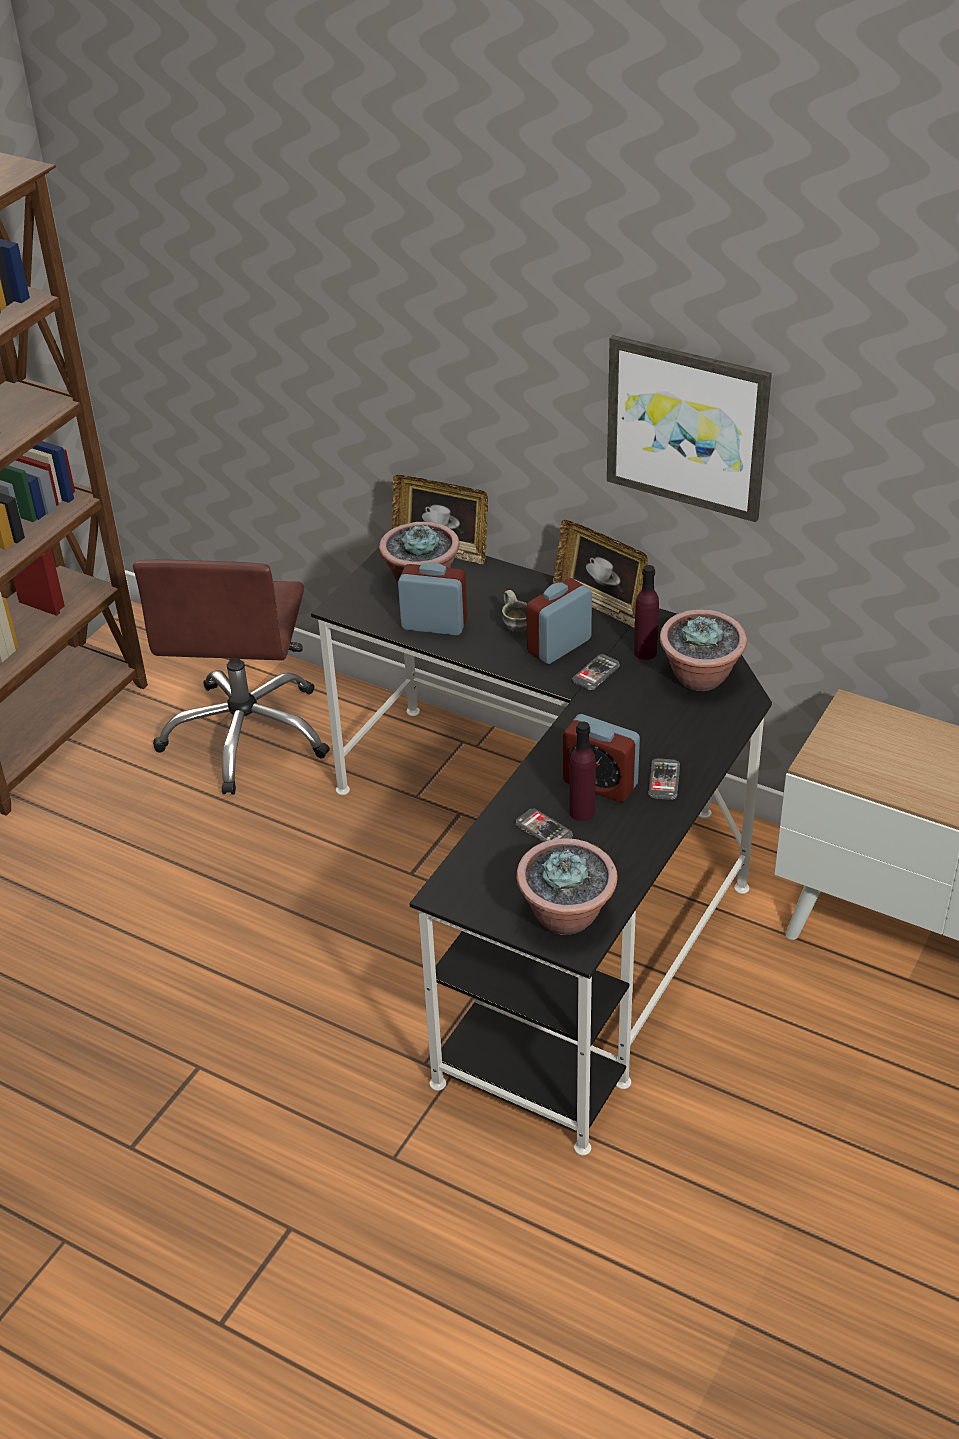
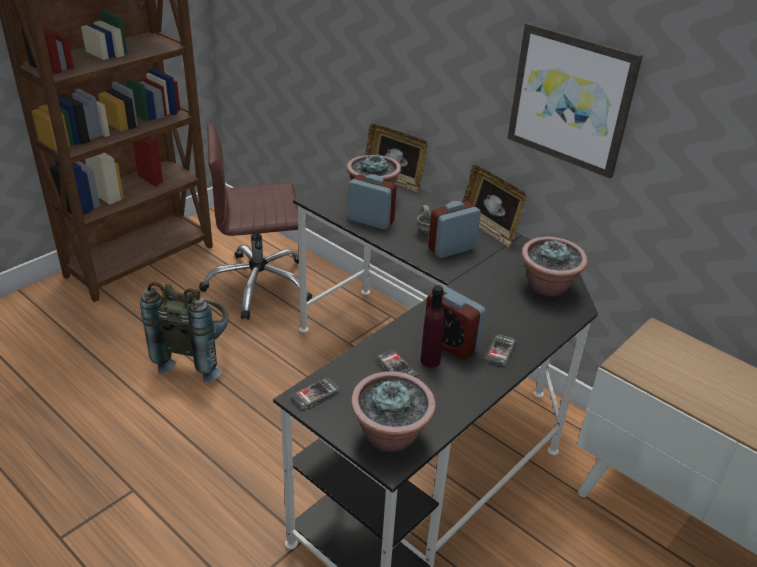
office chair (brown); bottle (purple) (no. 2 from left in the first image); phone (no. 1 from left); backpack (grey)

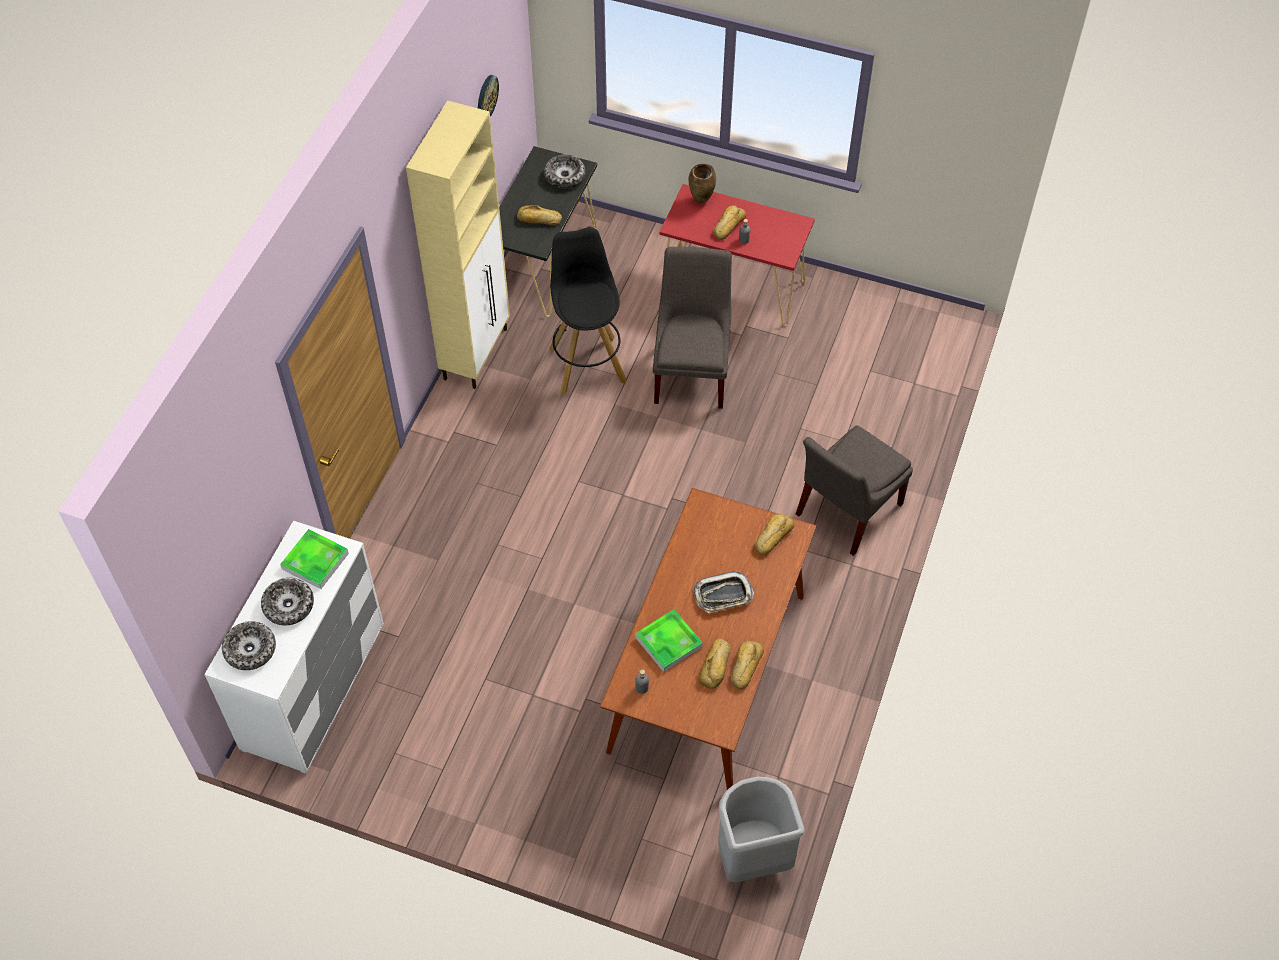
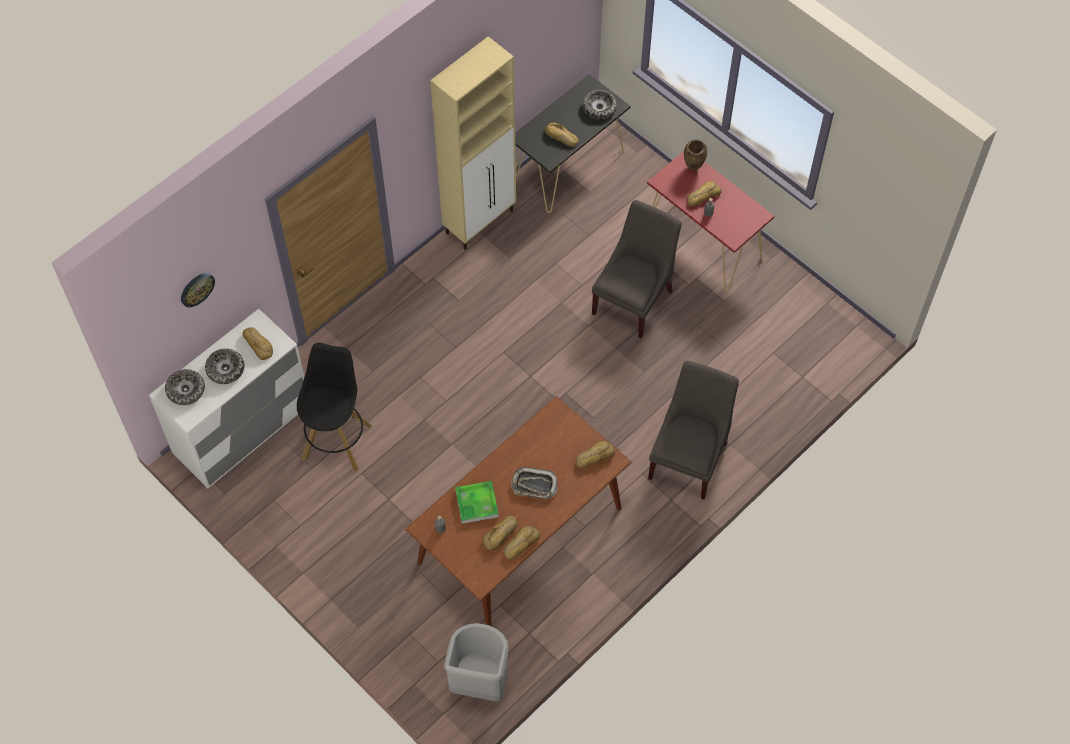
wall clock; stool (black); chair (grey) (no. 2 from left); bread (no. 1 from left)

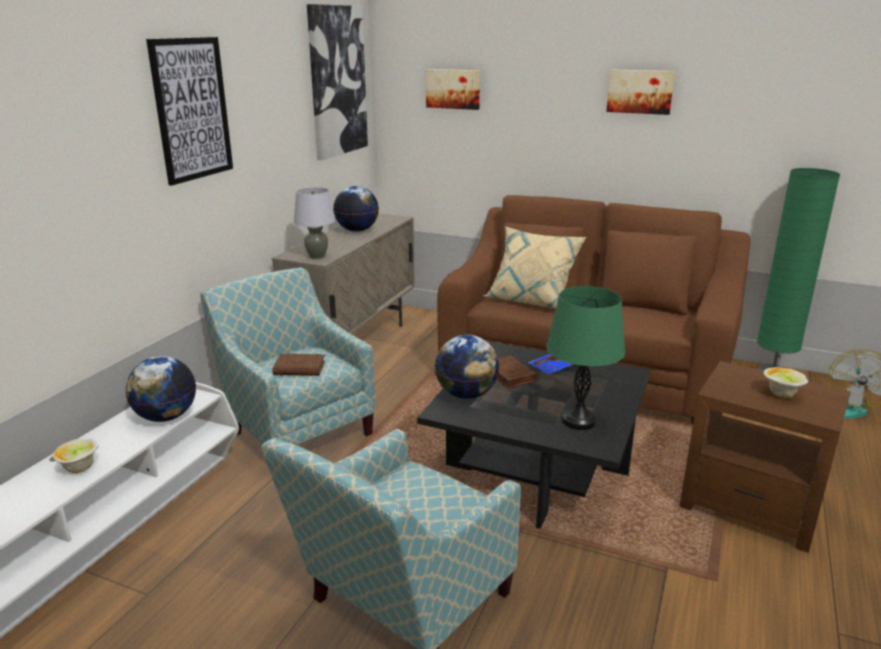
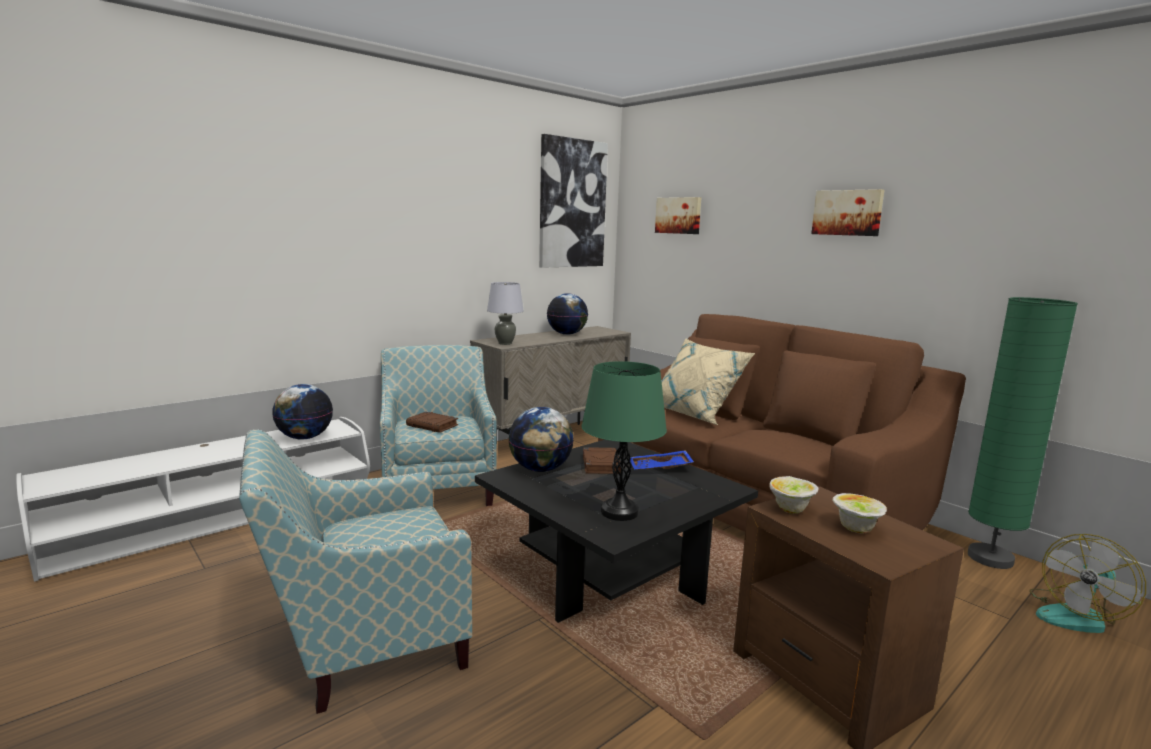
picture (no. 1 from left in the first image); bowl (no. 1 from left)

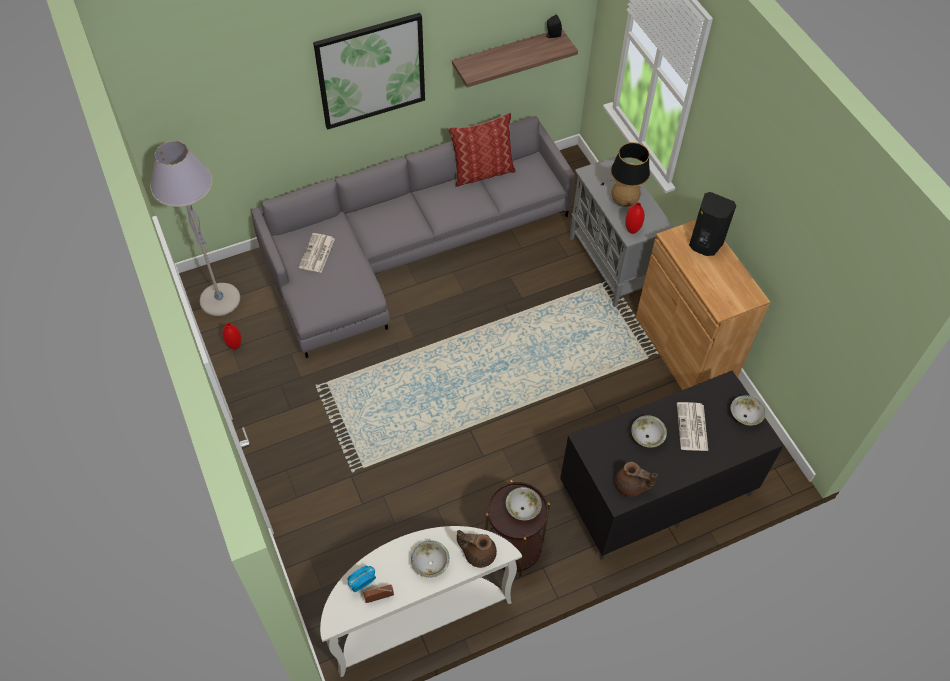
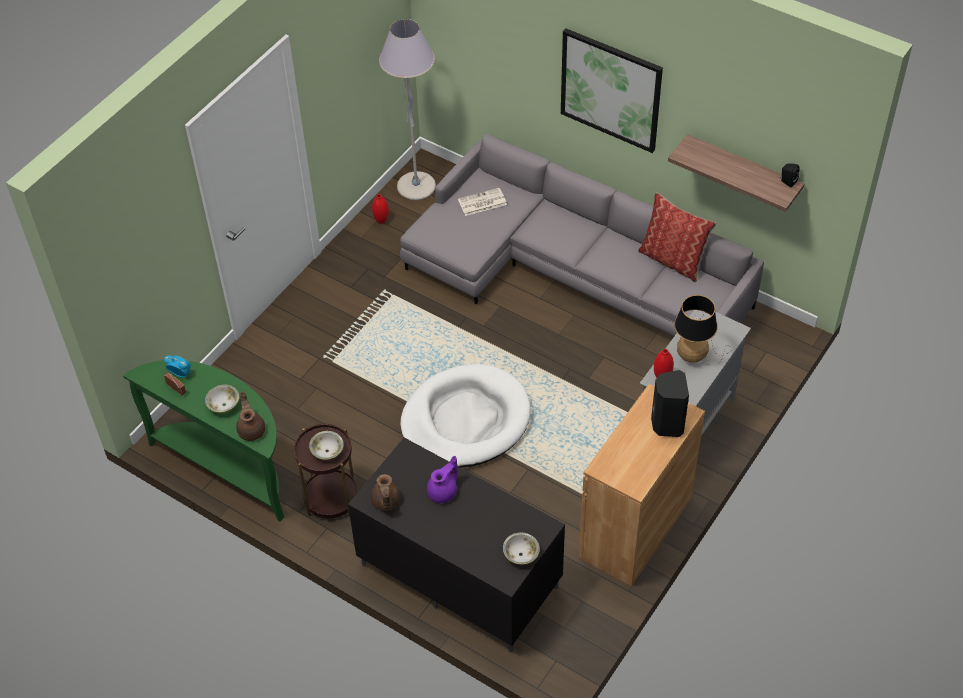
newspaper (no. 2 from left in the first image); teapot (purple); console table (green); dog bed (white)

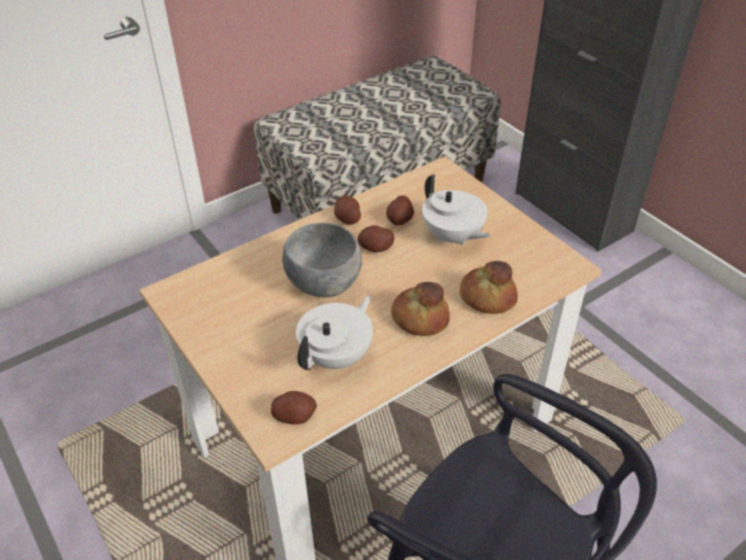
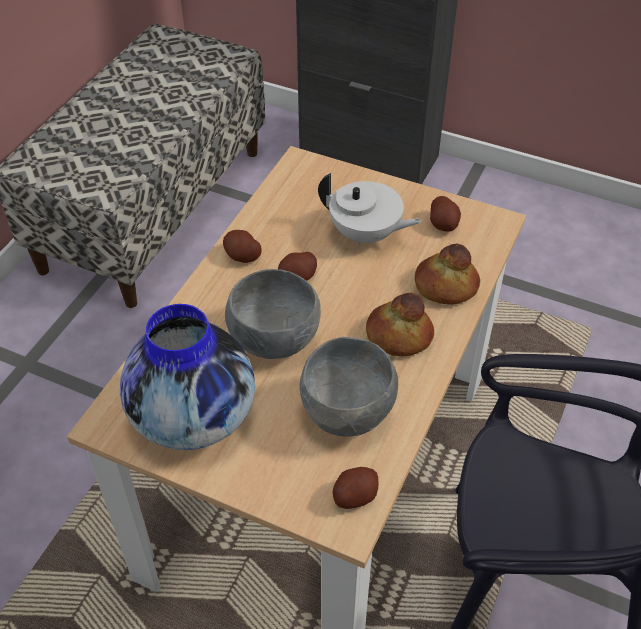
potato (no. 4 from left); bowl (grey) (no. 2 from left); vase

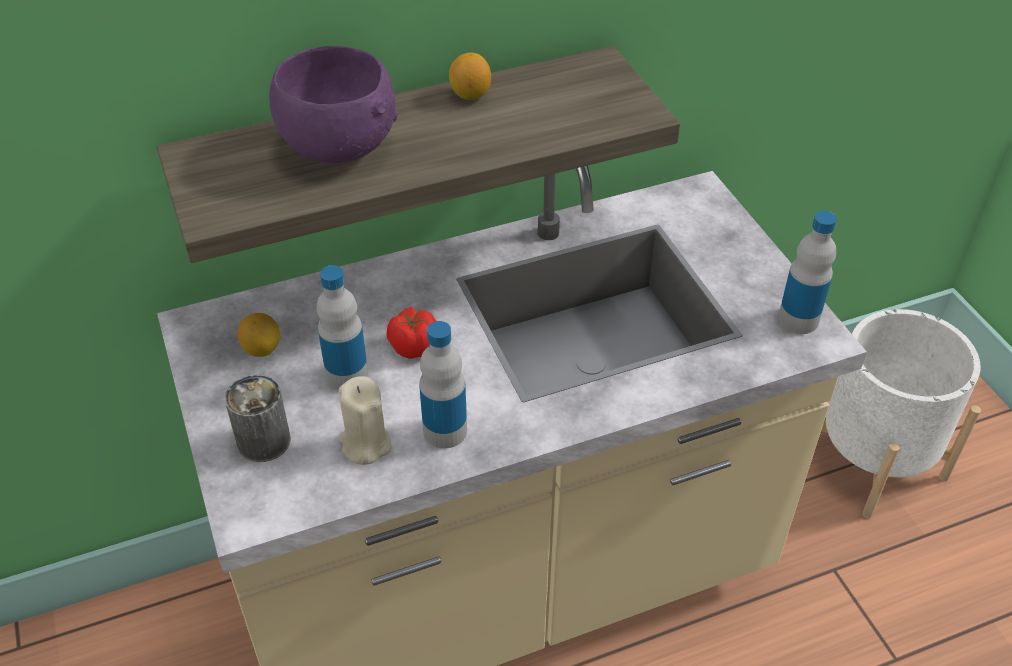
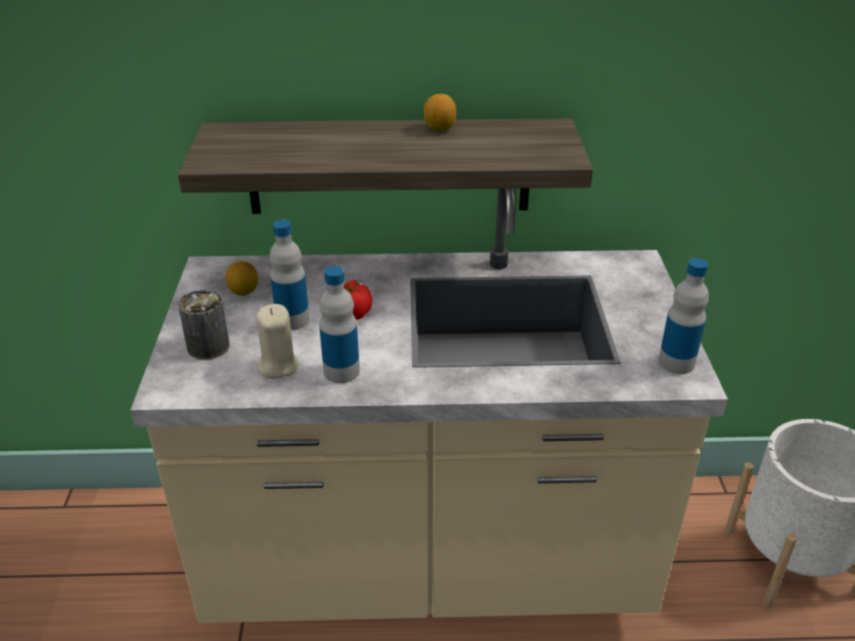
bowl (purple)

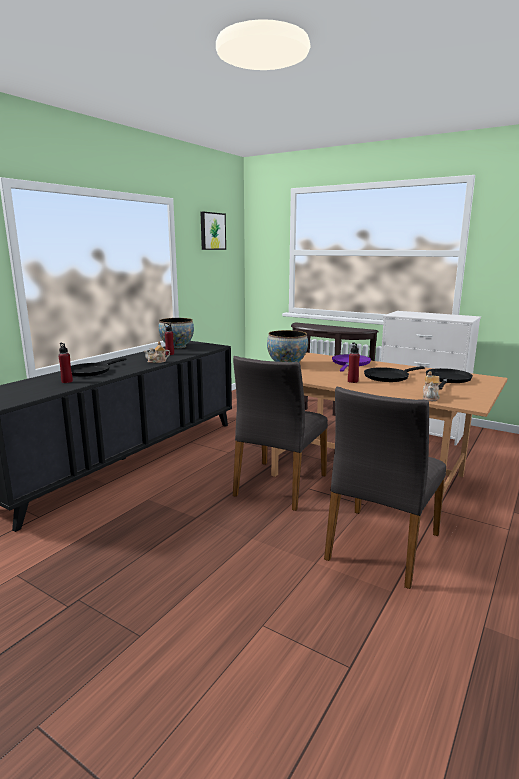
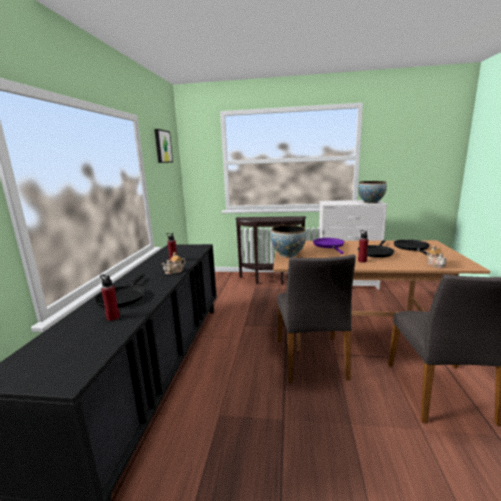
bowl (no. 2 from left)

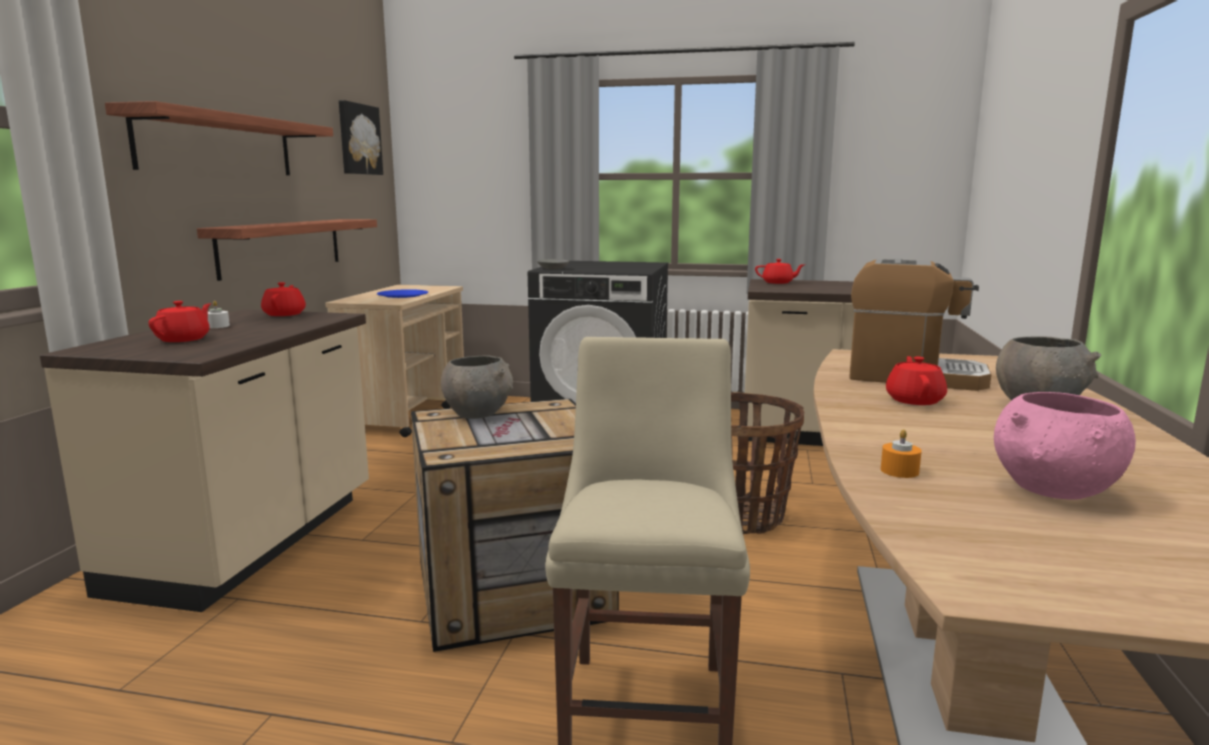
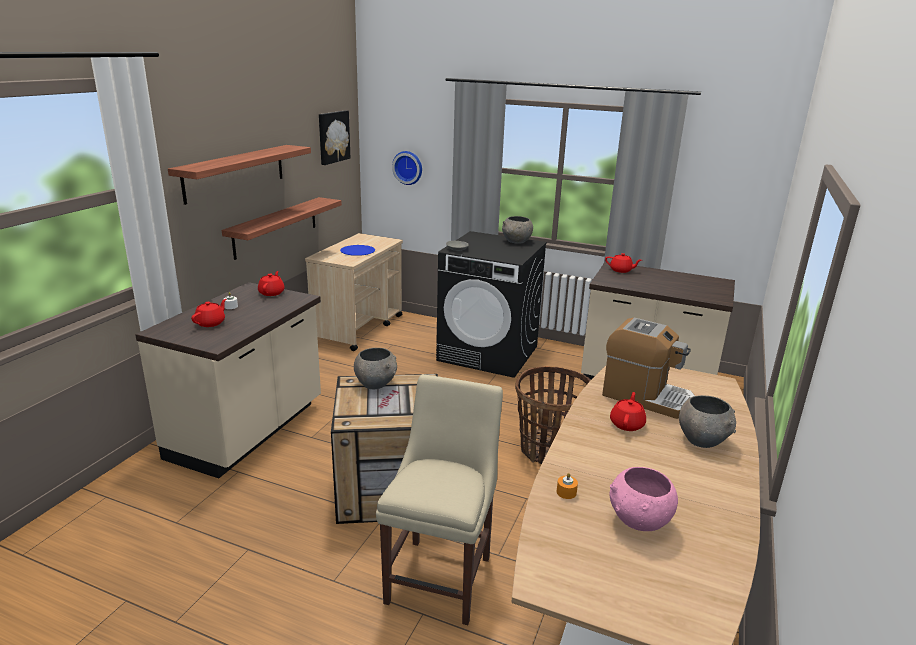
wall clock; bowl (grey) (no. 3 from left)

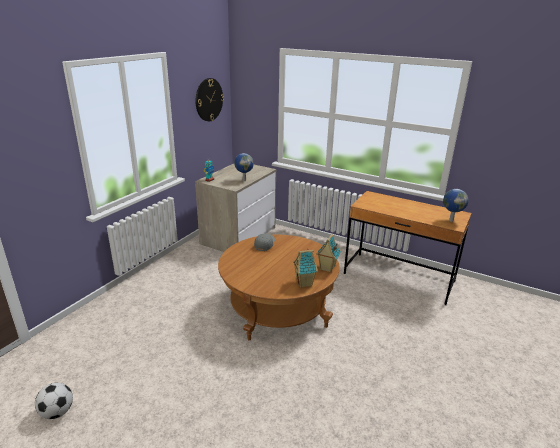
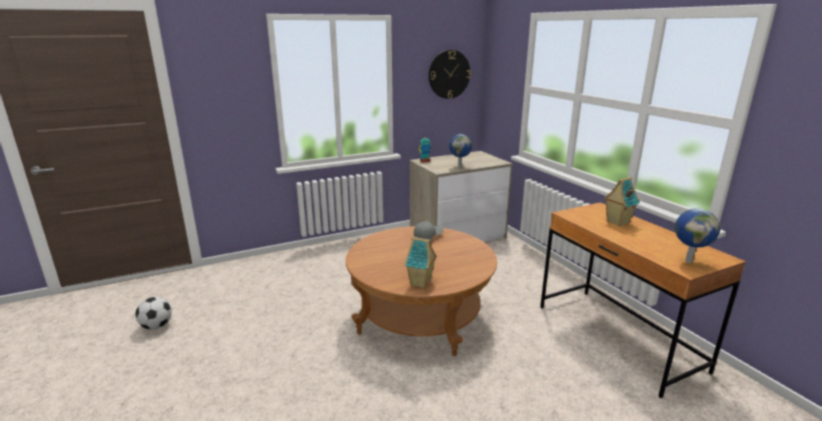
toy house (no. 2 from left)

